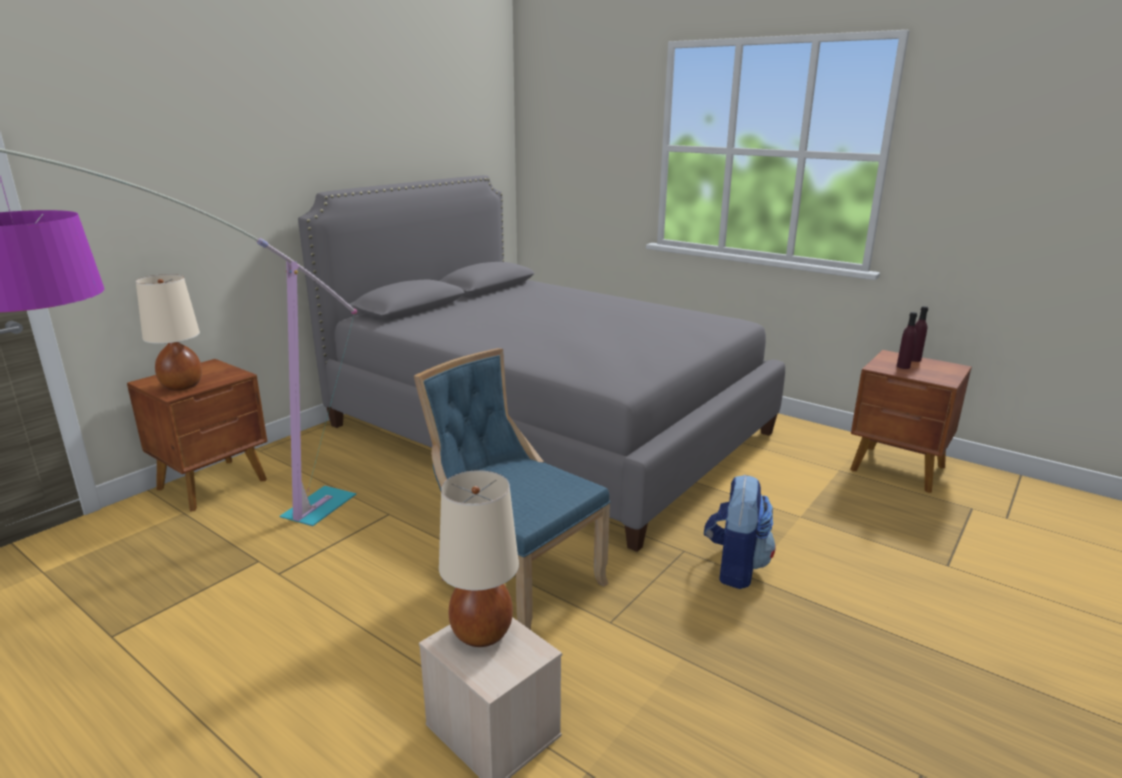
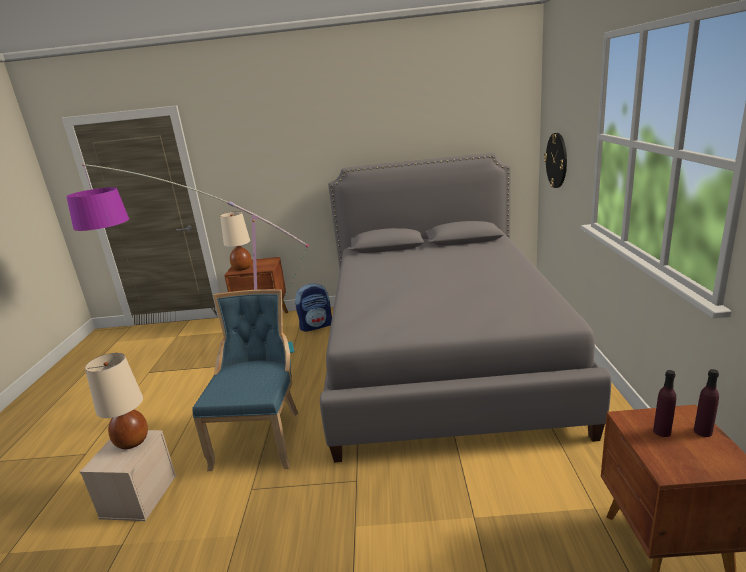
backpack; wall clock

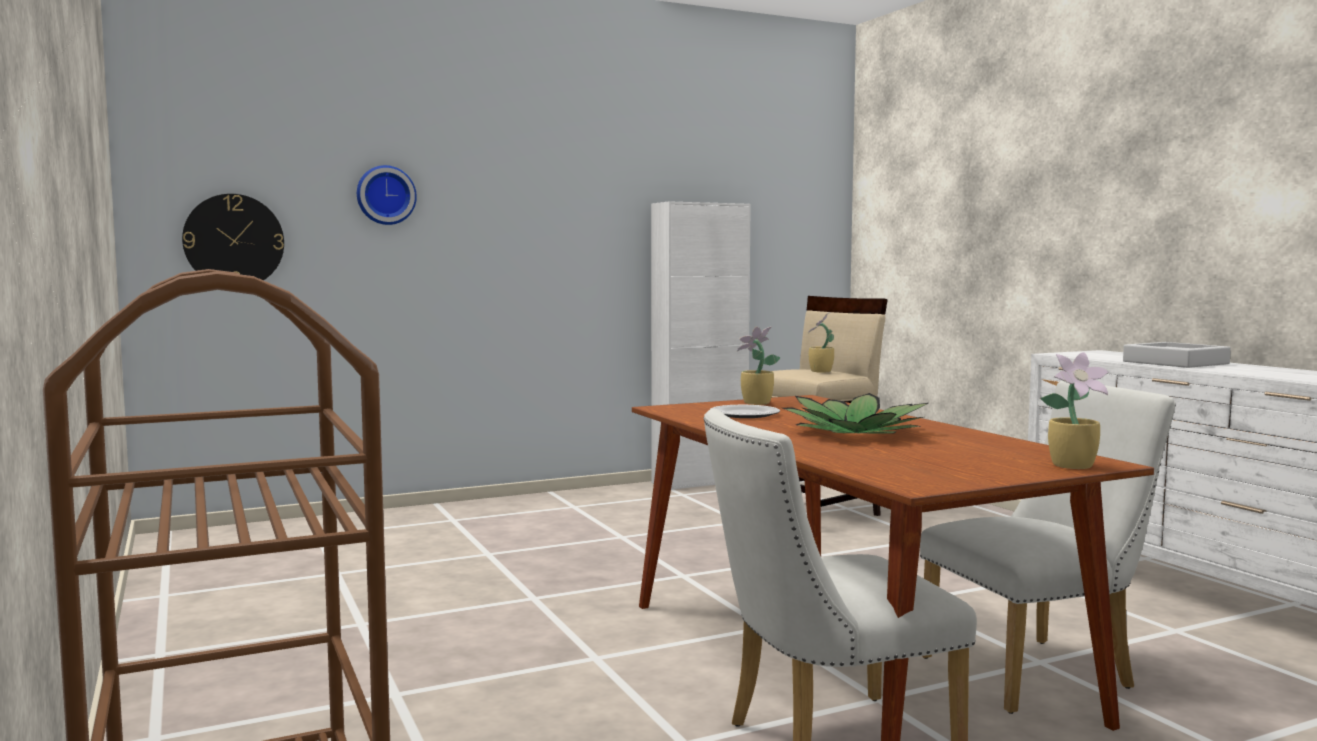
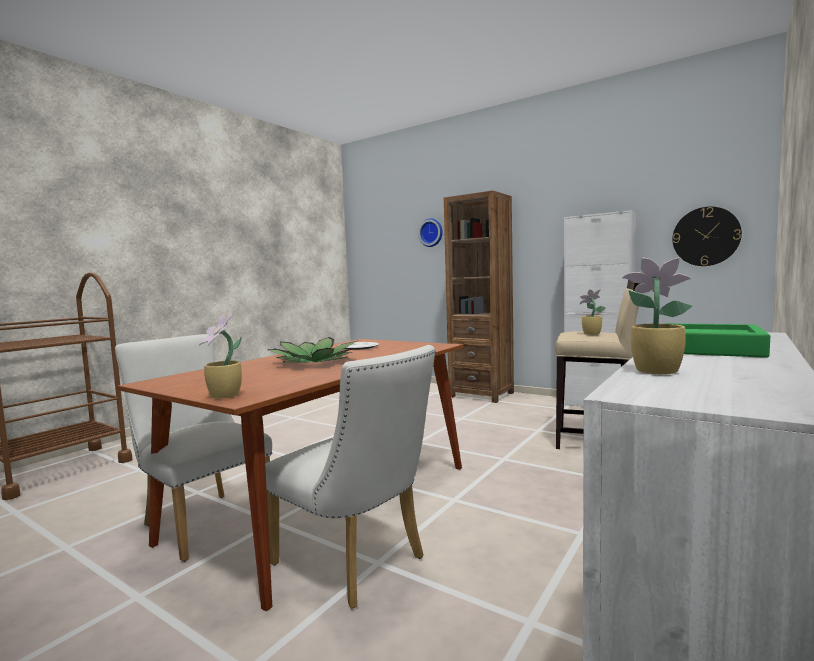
wall clock (no. 2 from left); potted plant (no. 4 from left); tray (green); bookcase (brown)

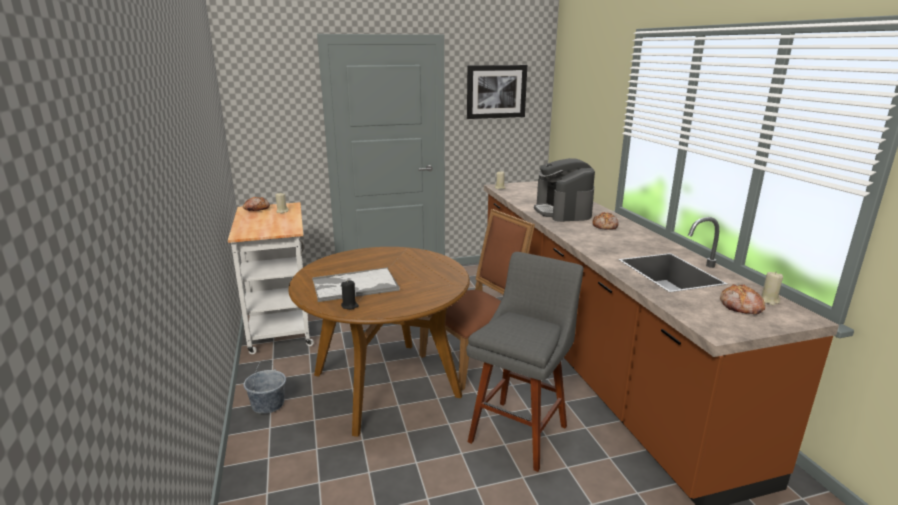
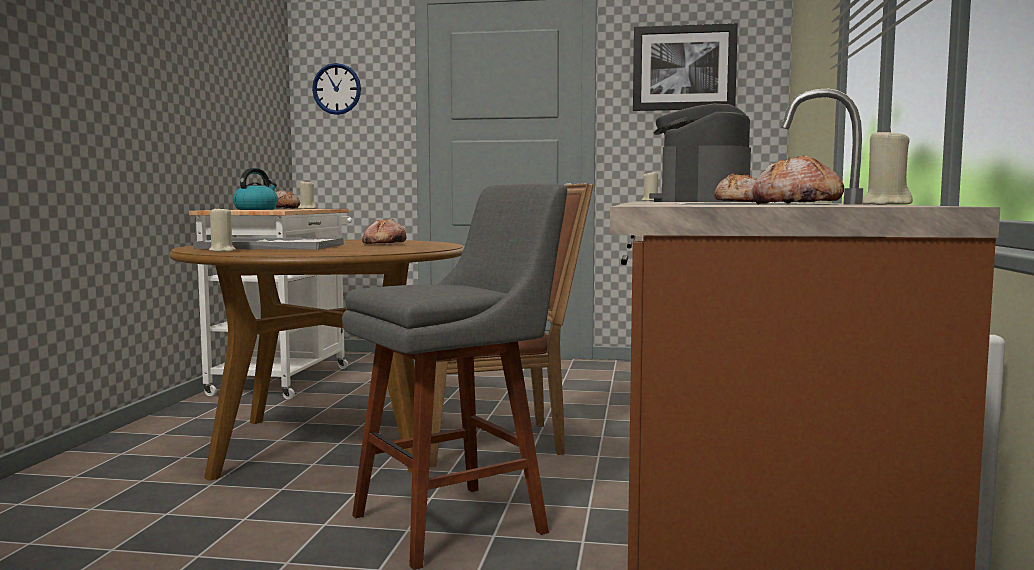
candle (beige) (no. 1 from left); bucket (grey); wall clock; kettle; bread (no. 2 from left)

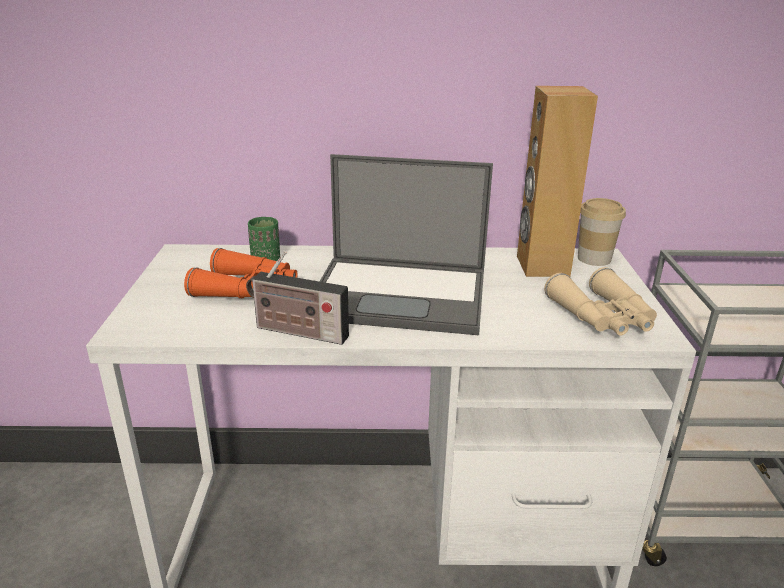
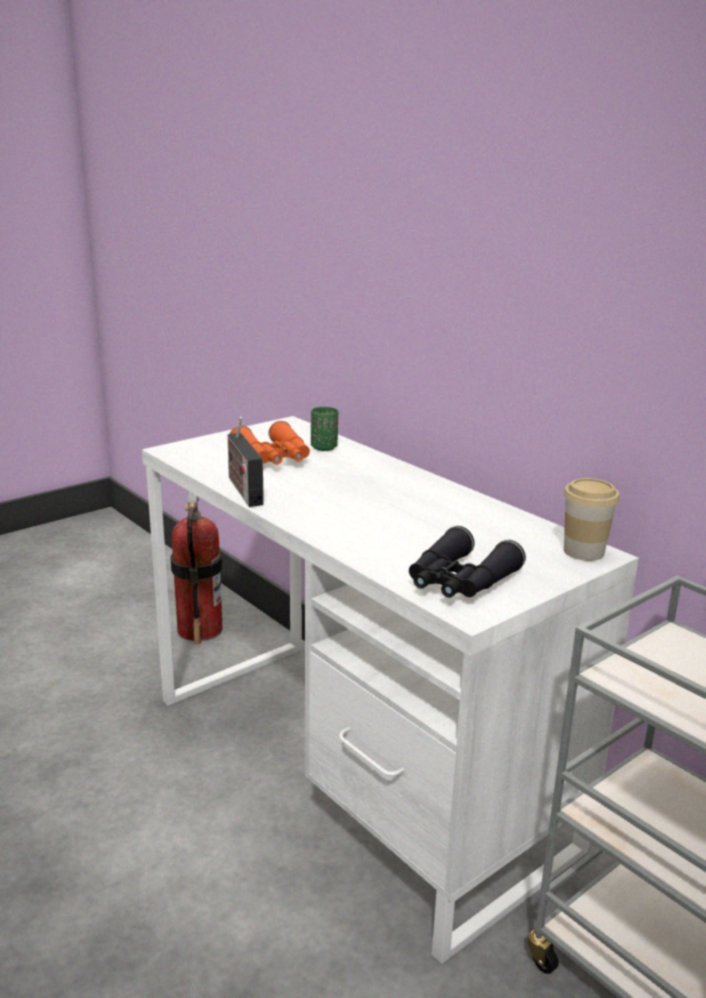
speaker (brown); laptop; binoculars (black); fire extinguisher

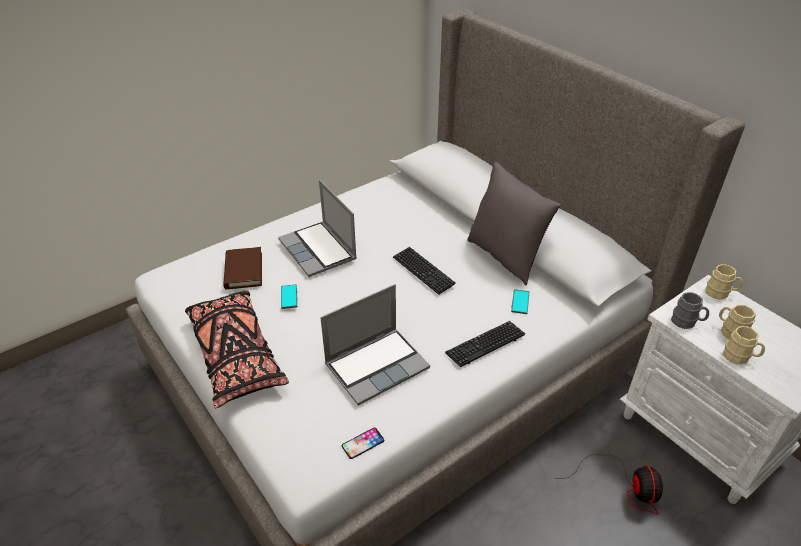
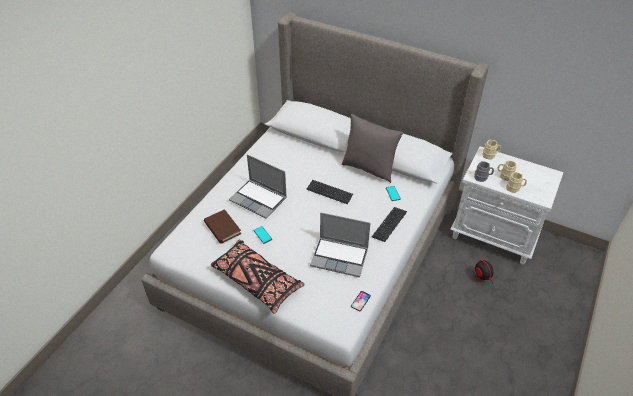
laptop (no. 2 from left)

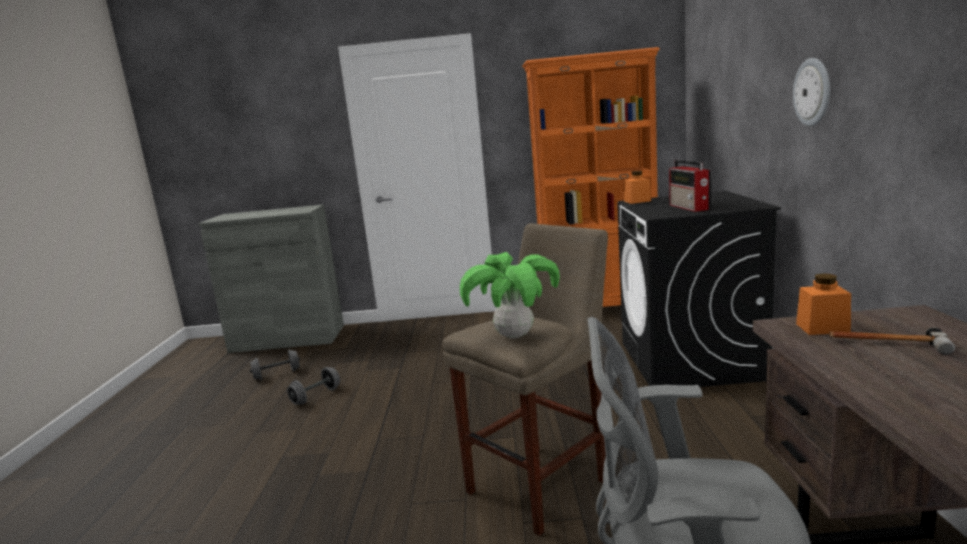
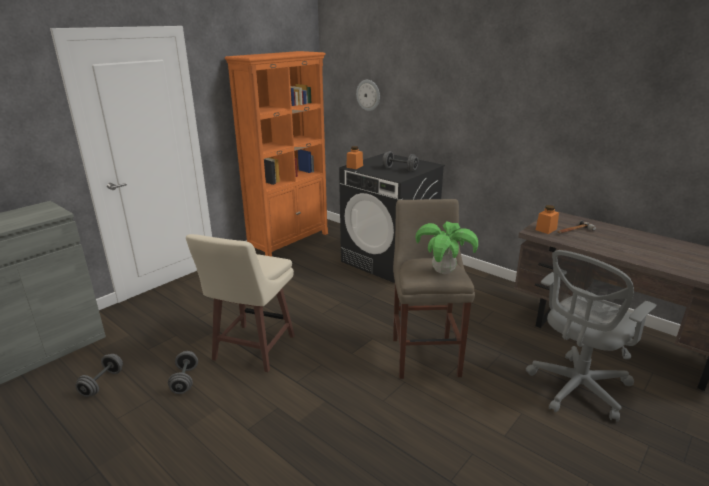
wall clock; dumbbell (grey) (no. 3 from left); stool (beige) (no. 1 from left)

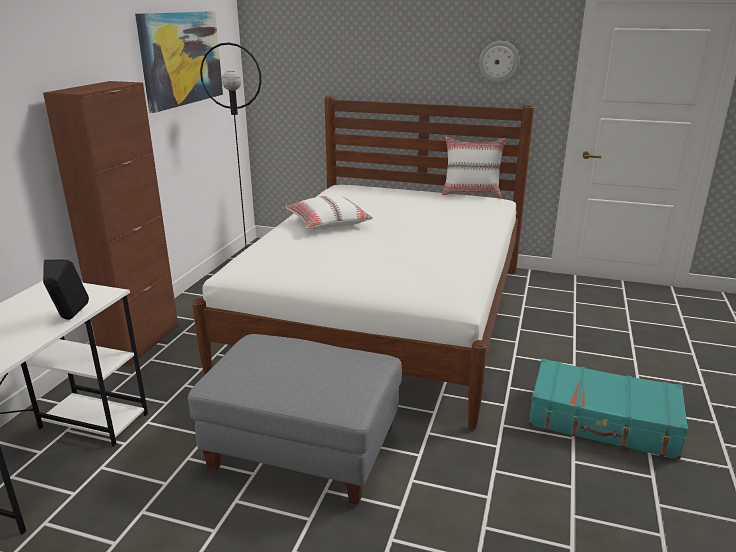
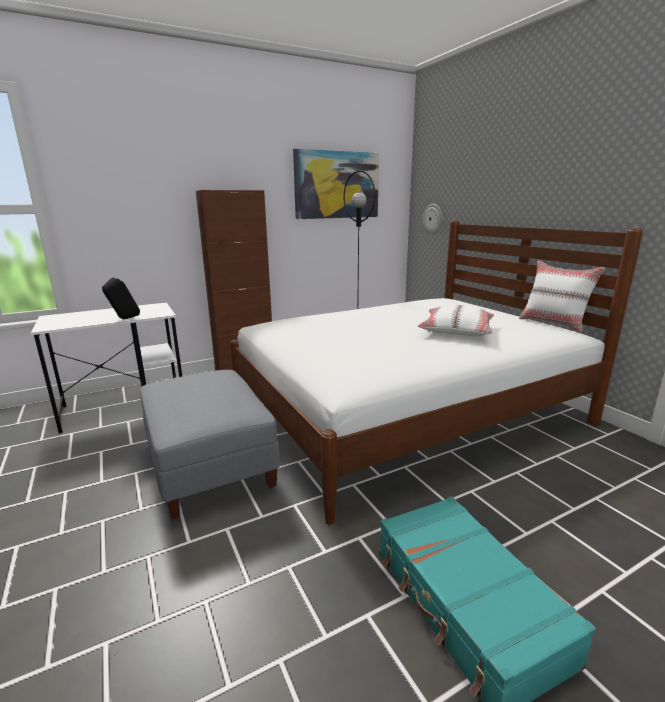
wall clock; pillow (white) (no. 1 from left)

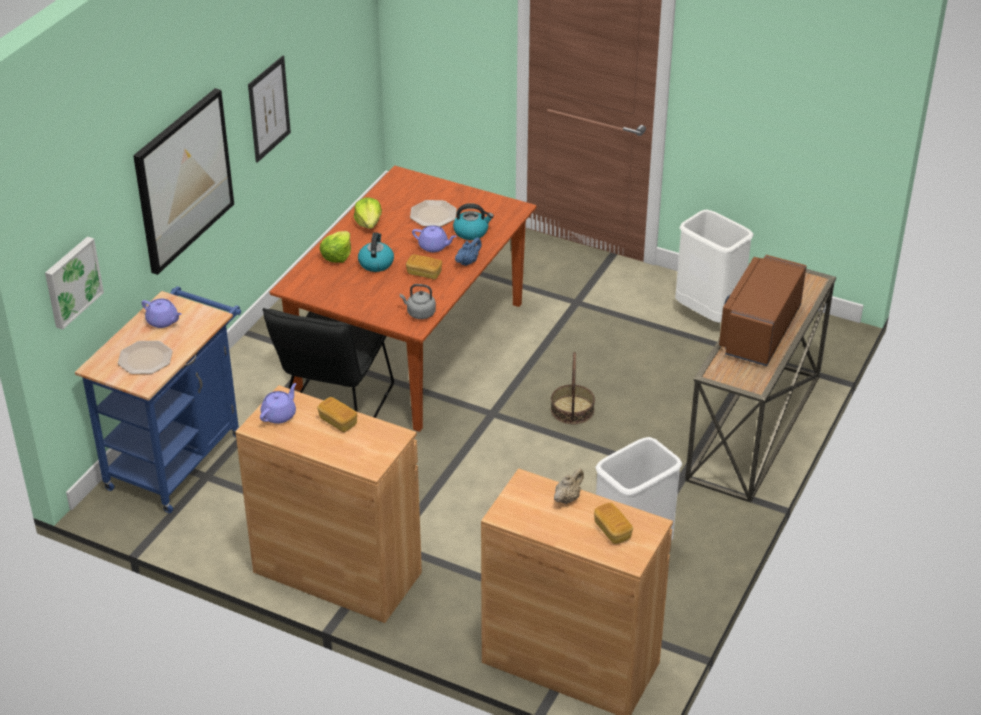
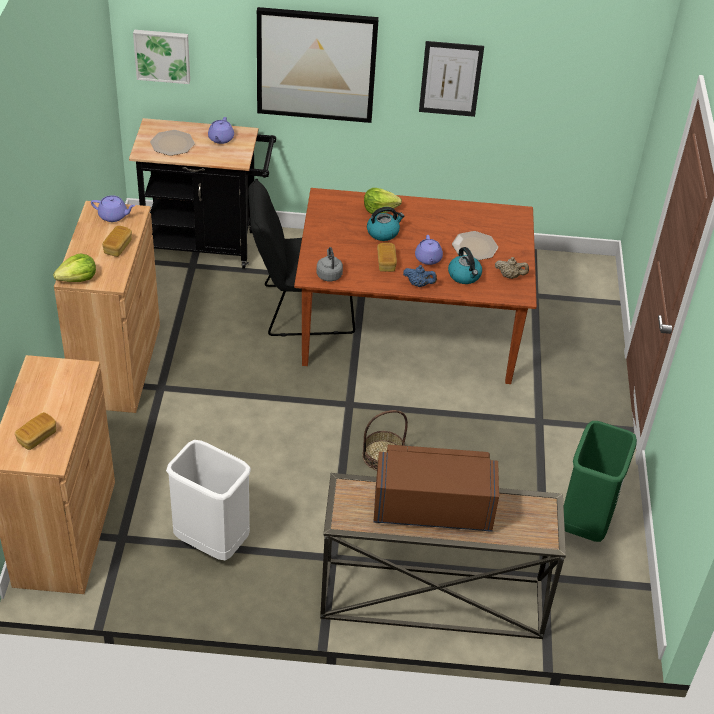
lettuce (no. 1 from left); trash can (green); cart (black); teapot (beige)

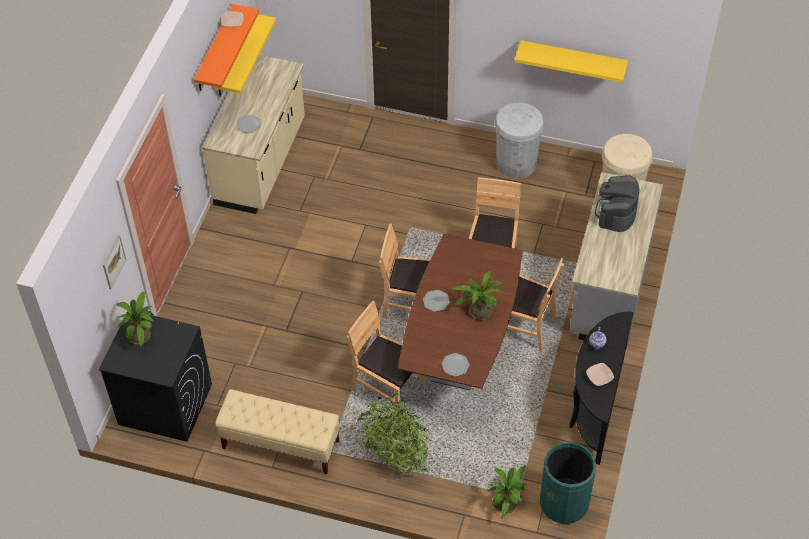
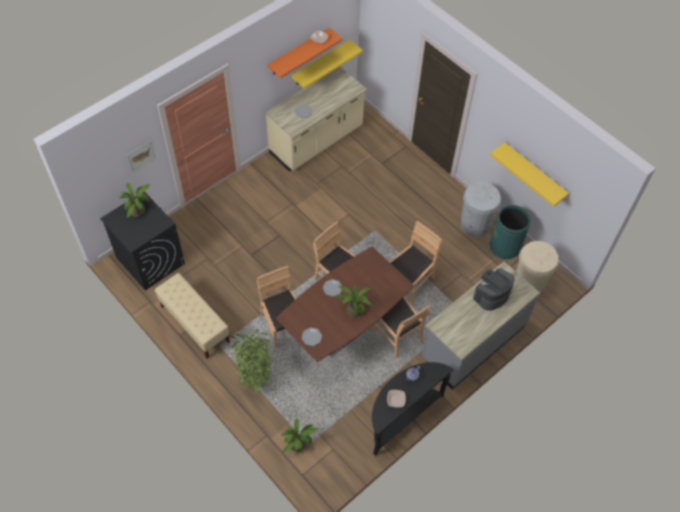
trash can (green)

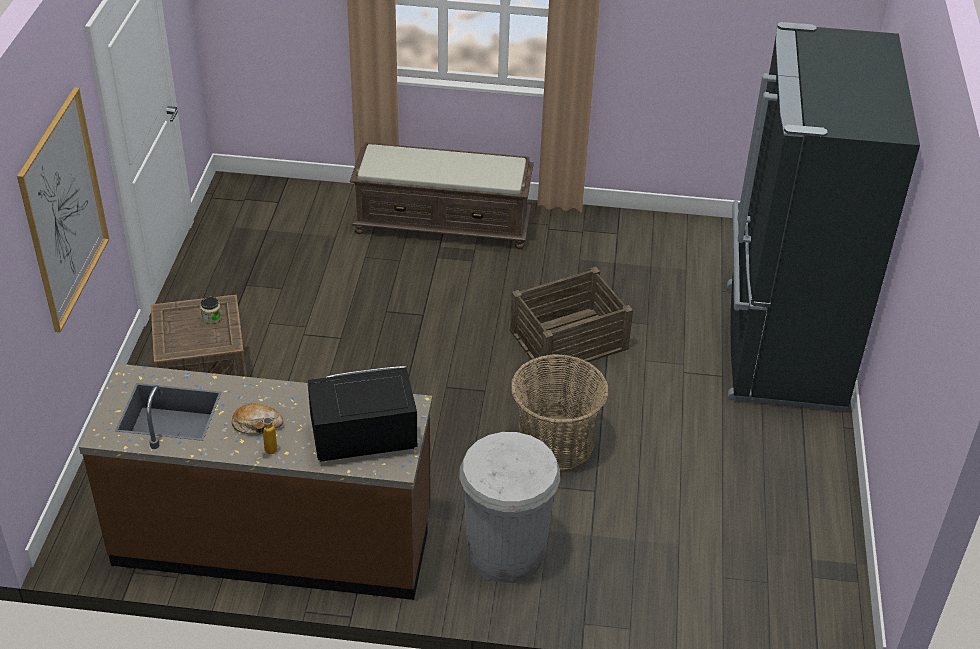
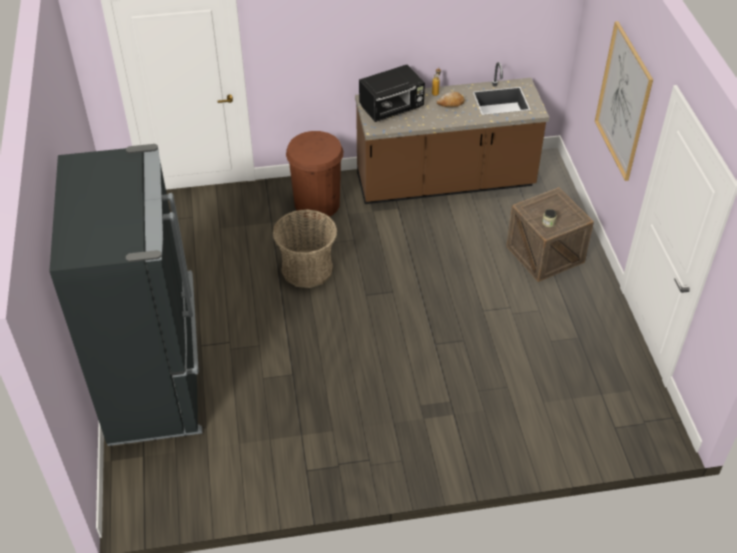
bench (brown); crate (no. 2 from left in the first image); trash can (brown)

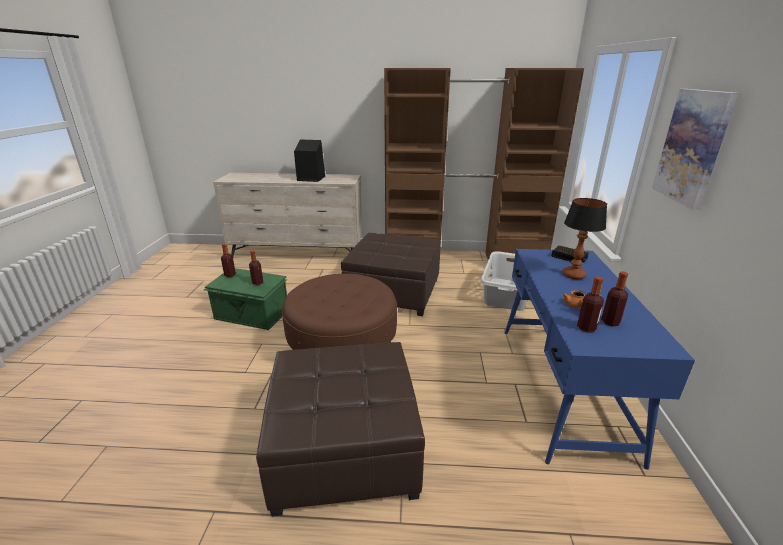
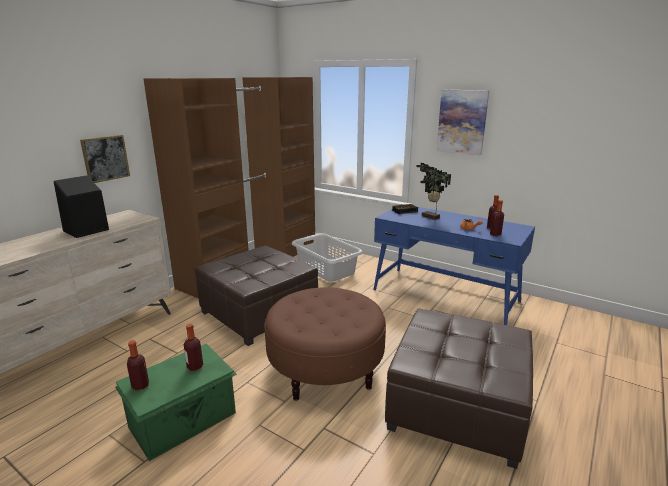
potted plant; picture (no. 1 from left)

